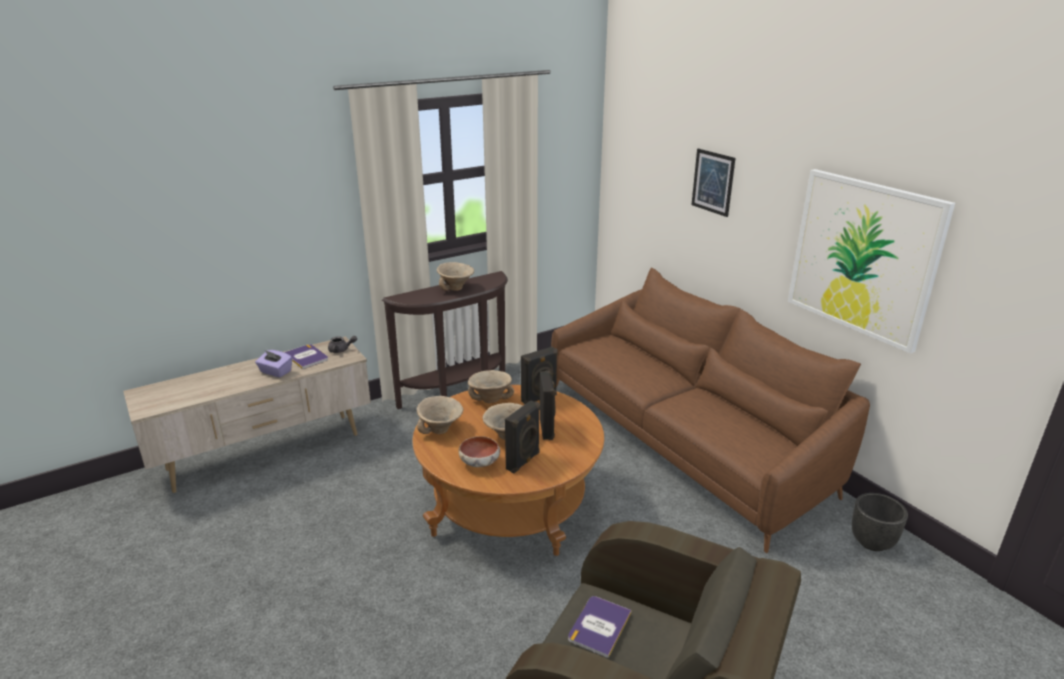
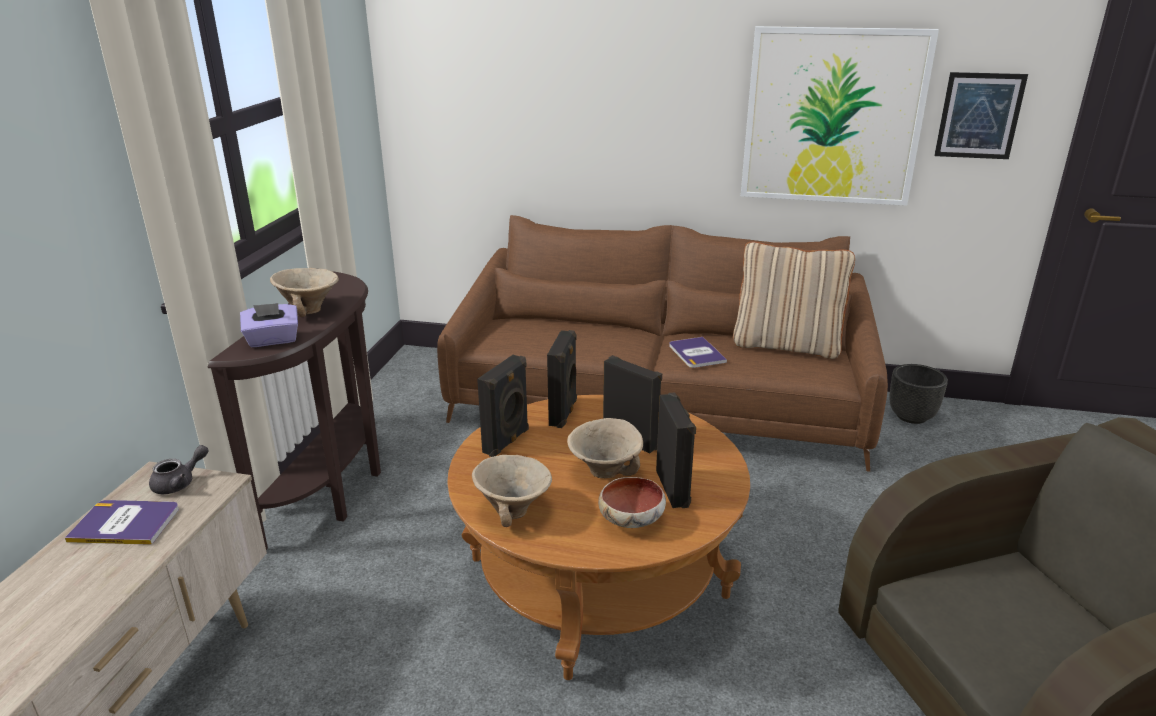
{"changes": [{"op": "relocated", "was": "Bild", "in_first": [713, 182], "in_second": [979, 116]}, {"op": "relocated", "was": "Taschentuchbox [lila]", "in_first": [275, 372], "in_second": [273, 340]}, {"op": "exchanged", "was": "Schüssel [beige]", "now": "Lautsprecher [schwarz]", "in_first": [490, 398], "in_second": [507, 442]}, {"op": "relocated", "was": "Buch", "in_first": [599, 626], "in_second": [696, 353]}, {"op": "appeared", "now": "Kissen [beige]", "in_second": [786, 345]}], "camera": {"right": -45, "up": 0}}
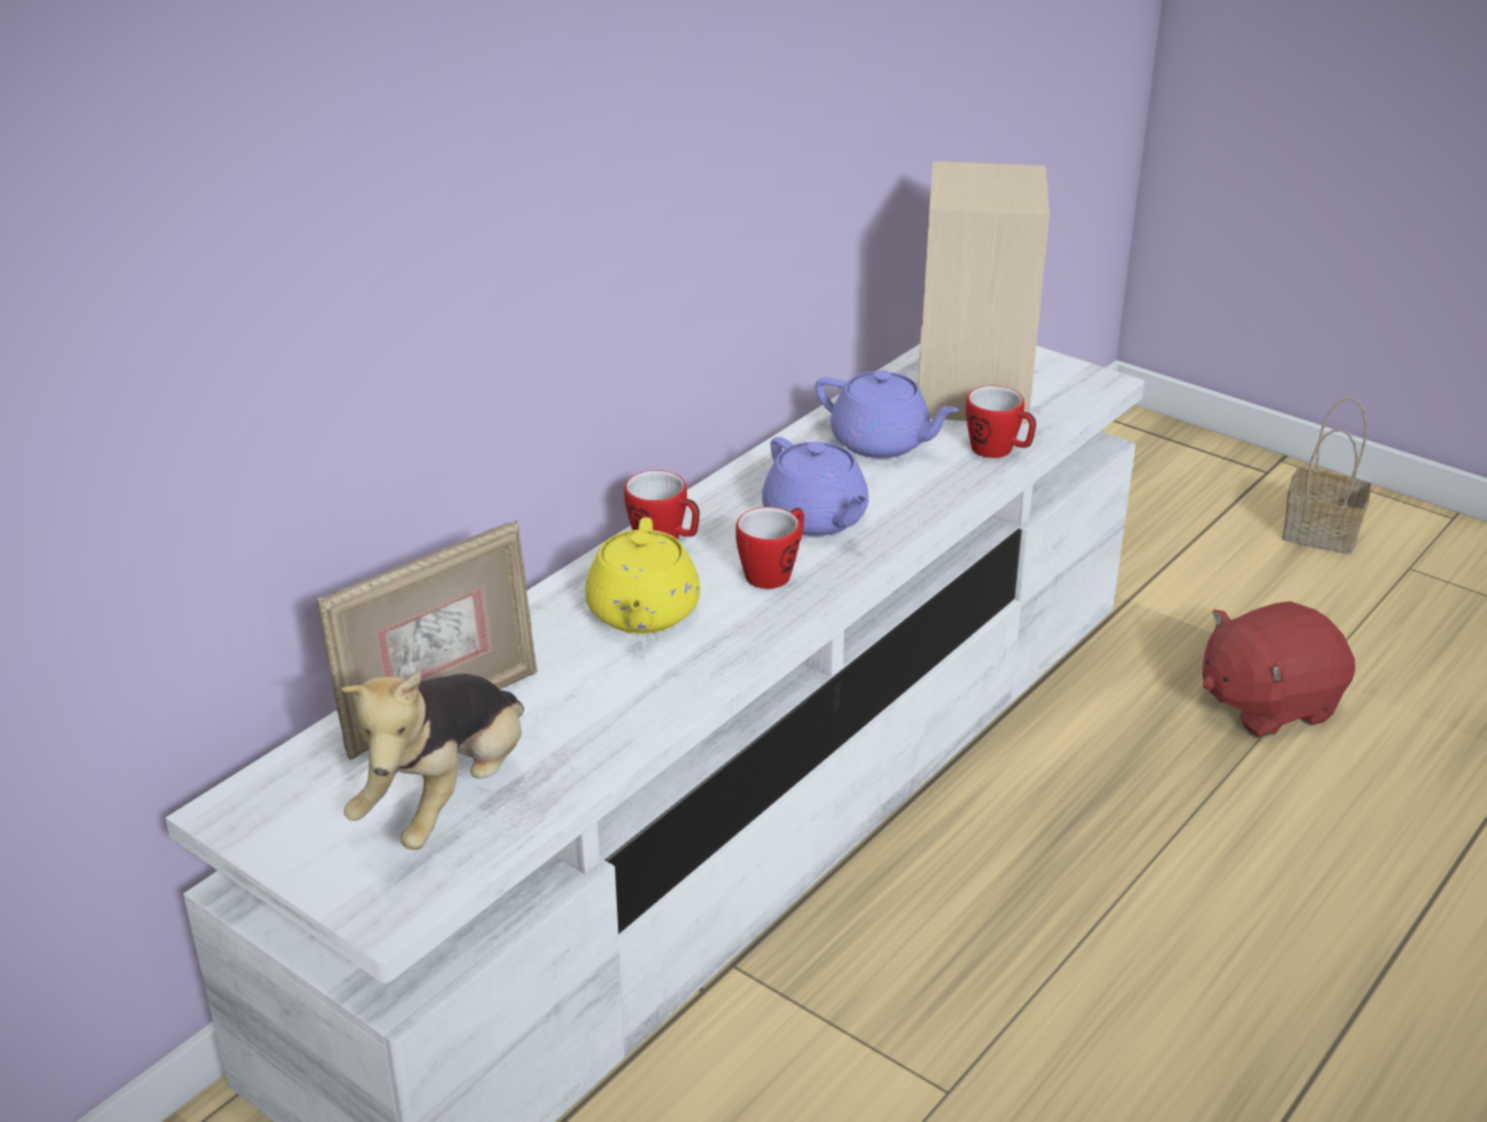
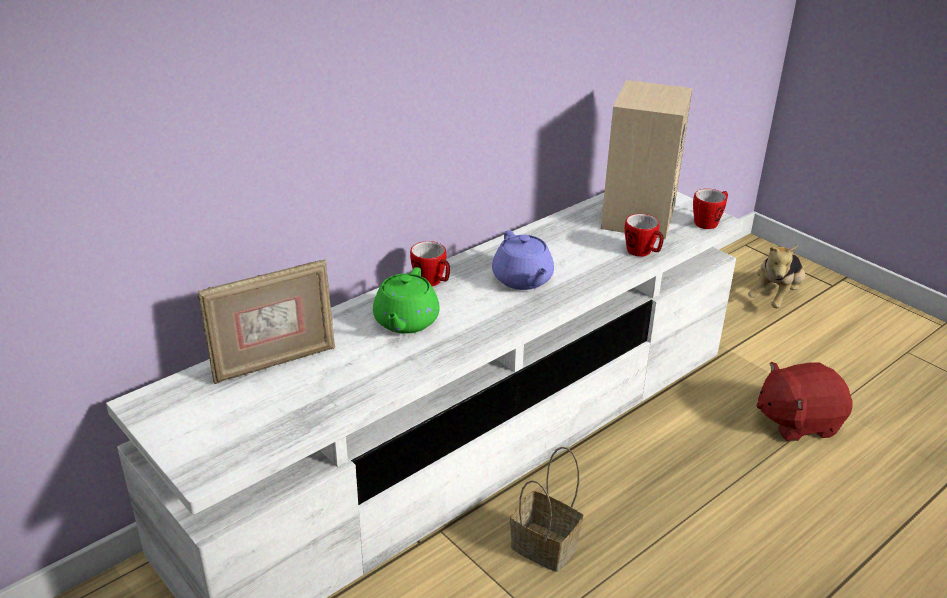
{"changes": [{"op": "missing", "was": "Teekanne [lila]", "in_first": [882, 443]}, {"op": "relocated", "was": "Korb", "in_first": [1323, 534], "in_second": [546, 546]}, {"op": "relocated", "was": "Henkelbecher", "in_first": [774, 572], "in_second": [709, 222]}, {"op": "colour", "was": "Teekanne [gelb]", "now": "Teekanne [grün]", "in_first": [643, 613], "in_second": [405, 322]}, {"op": "relocated", "was": "Plüschtier", "in_first": [447, 798], "in_second": [775, 297]}], "camera": {"right": 10, "up": 0}}
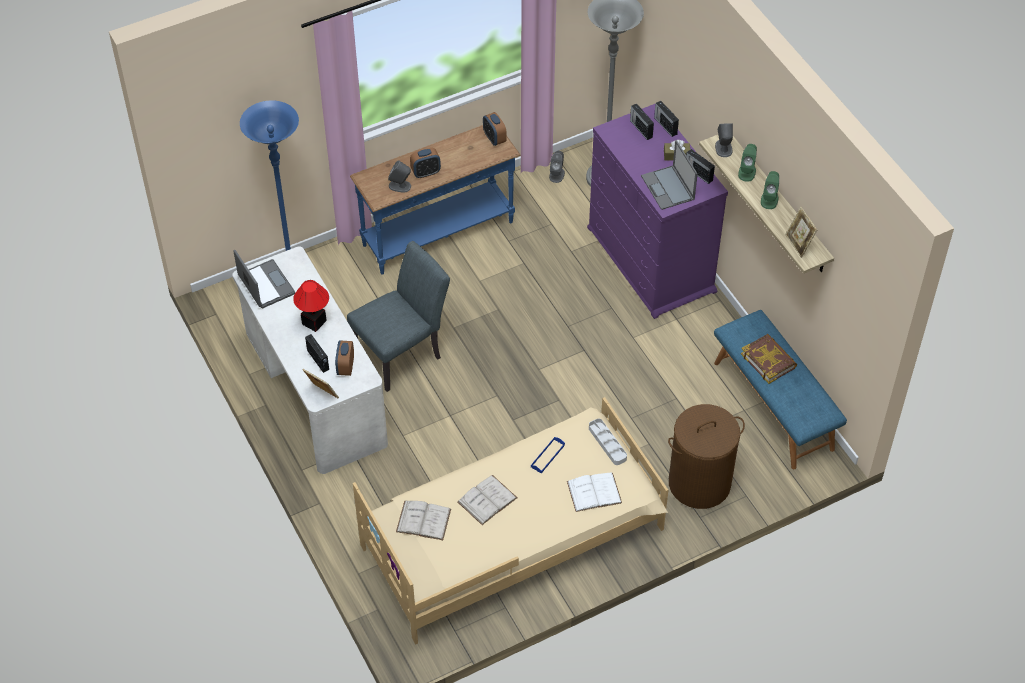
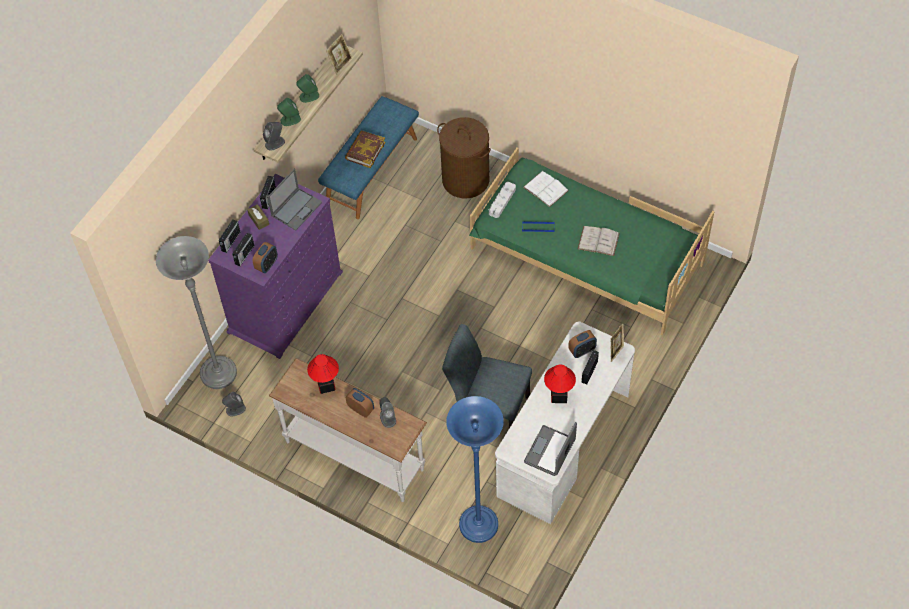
{"changes": [{"op": "relocated", "was": "Wecker", "in_first": [494, 138], "in_second": [267, 265]}, {"op": "colour", "was": "Konsolentisch [blau]", "now": "Konsolentisch [weiß]", "in_first": [439, 235], "in_second": [355, 454]}, {"op": "colour", "was": "Bett [beige]", "now": "Bett [grün]", "in_first": [513, 535], "in_second": [585, 256]}, {"op": "missing", "was": "Buch [weiß]", "in_first": [423, 520]}, {"op": "appeared", "now": "Tischlampe", "in_second": [326, 386]}], "camera": {"right": -120, "up": 5}}
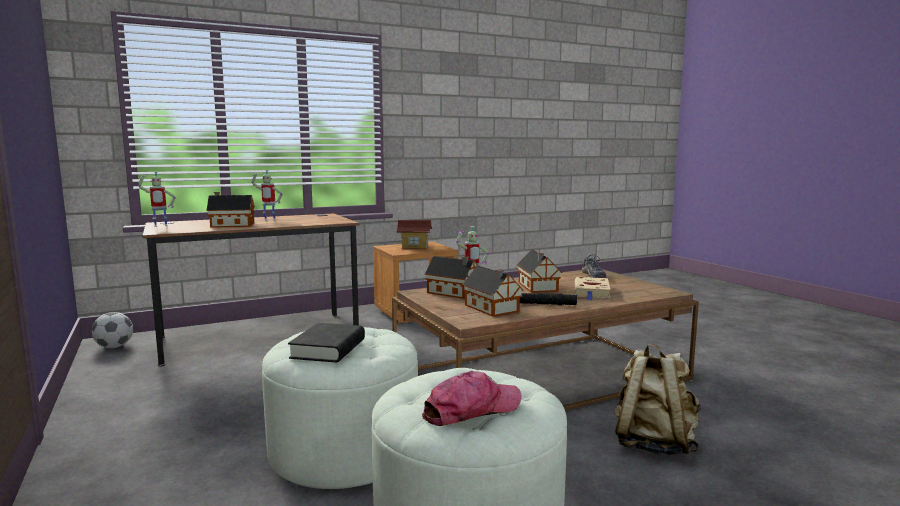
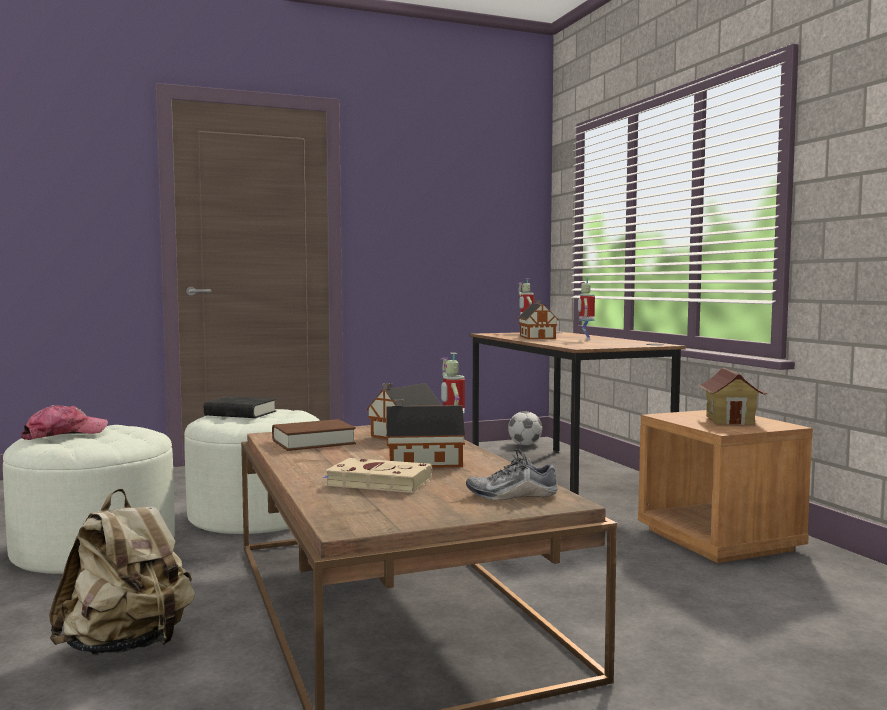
{"changes": [{"op": "exchanged", "was": "Spielzeughaus", "now": "Buch [braun]", "in_first": [492, 309], "in_second": [313, 442]}, {"op": "missing", "was": "Taschenlampe [schwarz]", "in_first": [546, 304]}, {"op": "spun", "was": "Kappe", "in_first": [471, 410], "in_second": [64, 434], "clockwise": -105}], "camera": {"right": 95, "up": -5}}
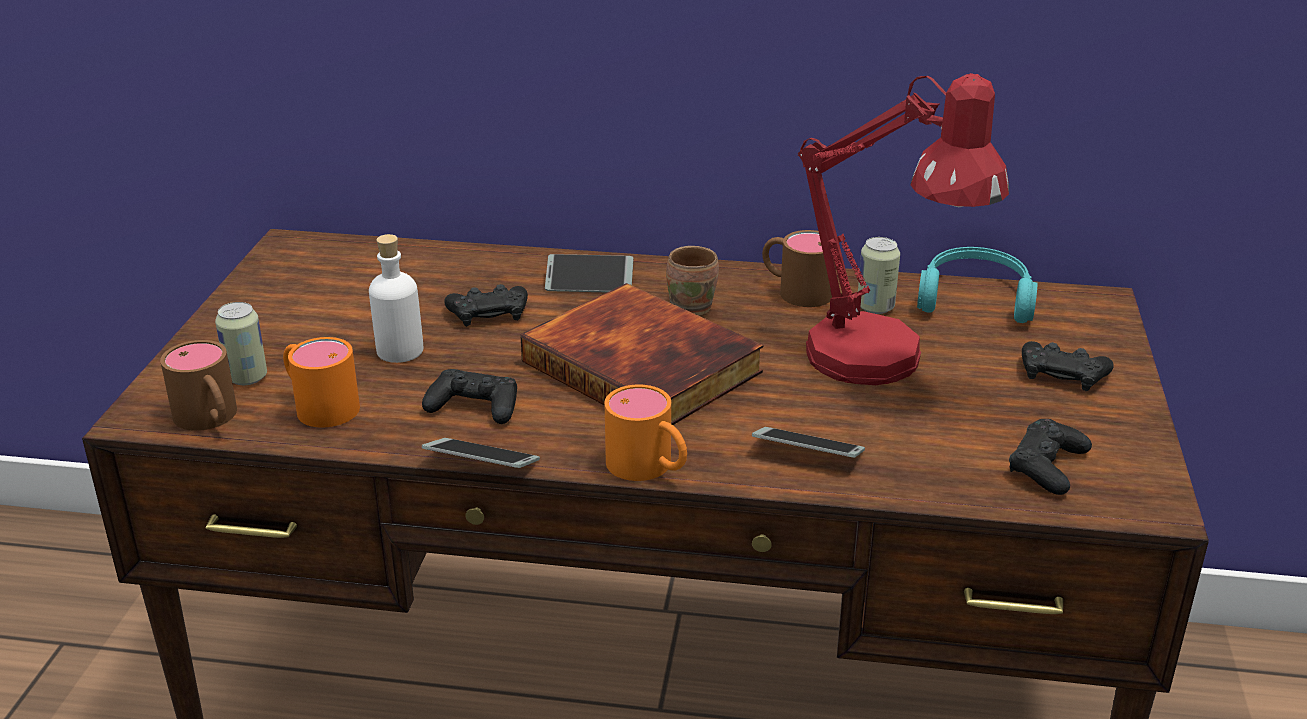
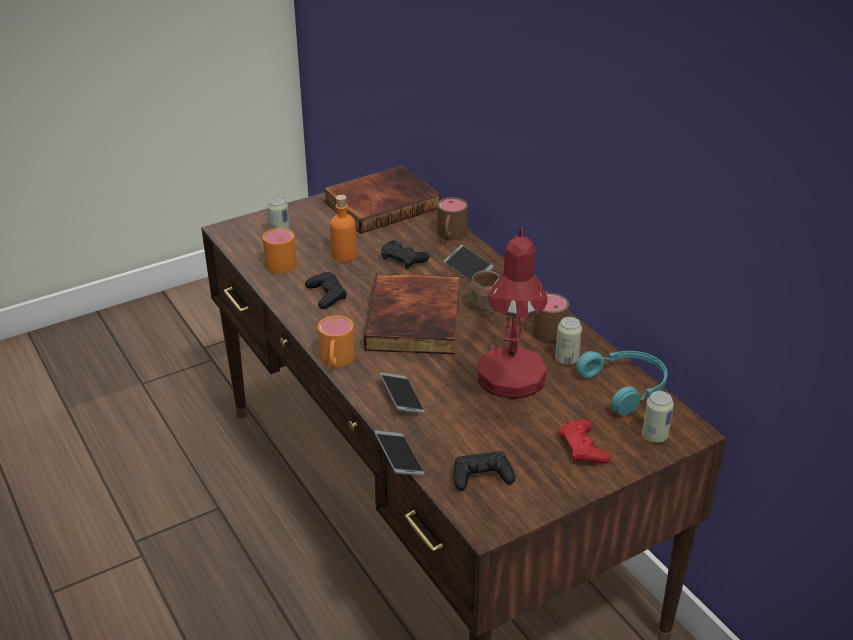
{"changes": [{"op": "colour", "was": "Flasche [weiß]", "now": "Flasche [orange]", "in_first": [399, 351], "in_second": [344, 255]}, {"op": "relocated", "was": "Henkelbecher [braun]", "in_first": [210, 420], "in_second": [450, 236]}, {"op": "colour", "was": "Gamepad [schwarz]", "now": "Gamepad [rot]", "in_first": [1062, 374], "in_second": [582, 448]}, {"op": "relocated", "was": "Handy", "in_first": [481, 463], "in_second": [399, 458]}, {"op": "appeared", "now": "Buch", "in_second": [381, 203]}, {"op": "appeared", "now": "Dose", "in_second": [654, 436]}], "camera": {"right": 50, "up": 5}}
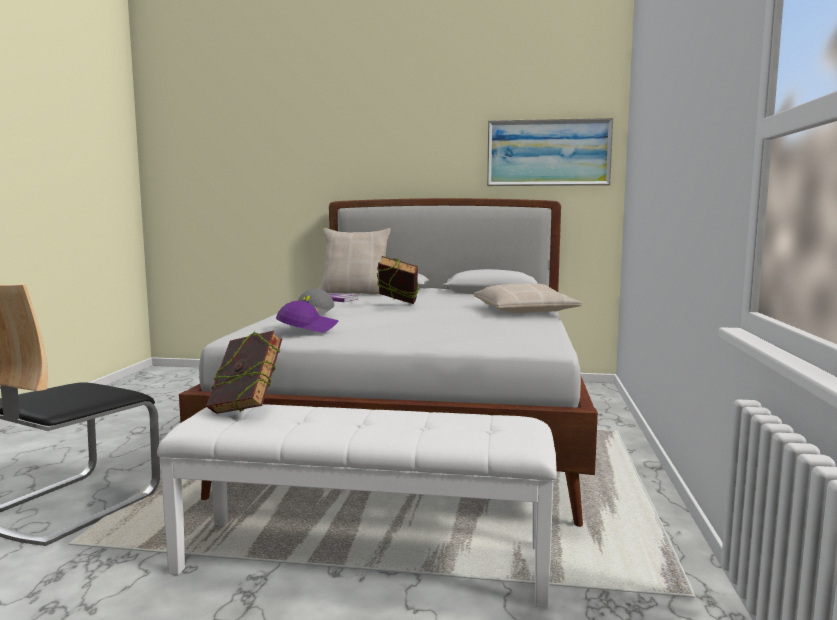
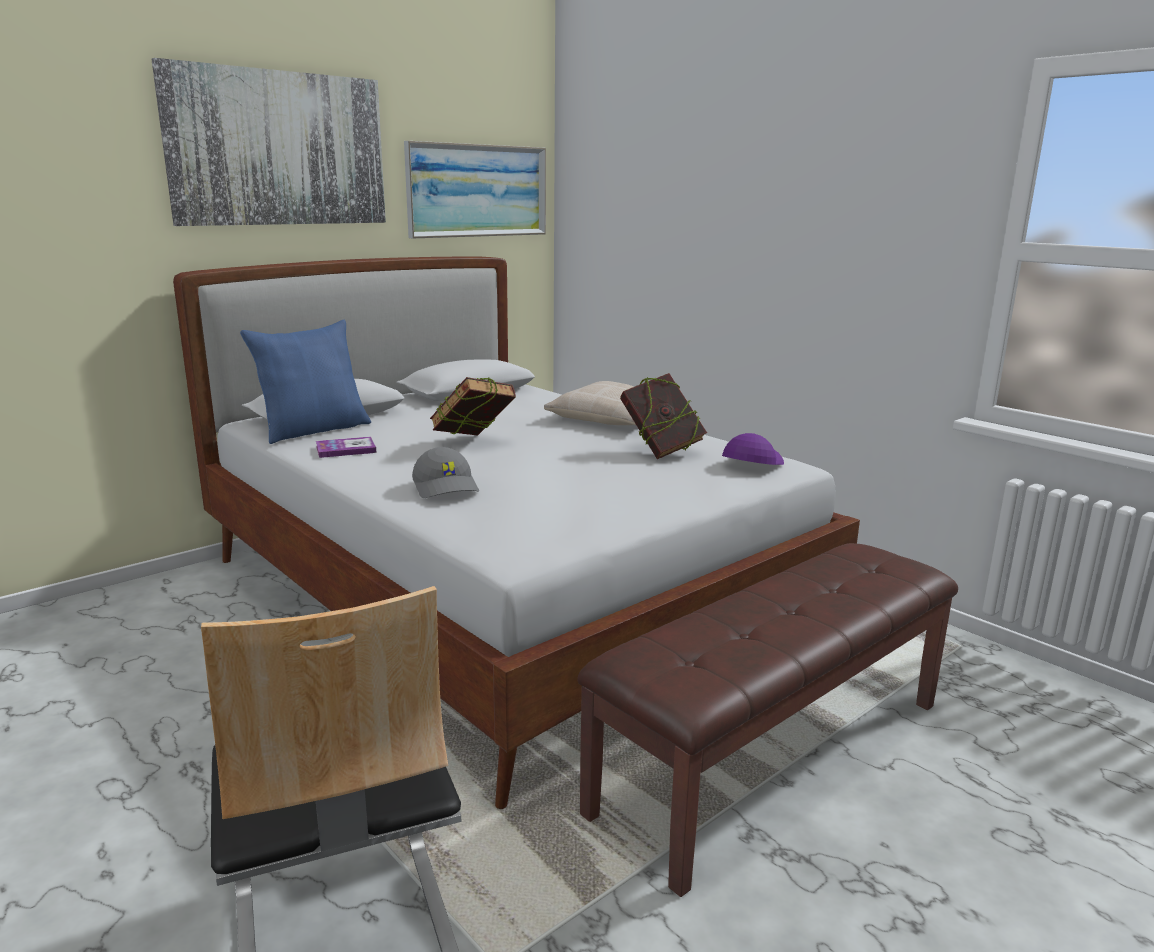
{"changes": [{"op": "colour", "was": "Kissen [beige]", "now": "Kissen [blau]", "in_first": [355, 293], "in_second": [314, 430]}, {"op": "relocated", "was": "Kappe [lila]", "in_first": [308, 328], "in_second": [751, 463]}, {"op": "relocated", "was": "Buch", "in_first": [247, 409], "in_second": [661, 451]}, {"op": "colour", "was": "Bank [weiß]", "now": "Bank [braun]", "in_first": [364, 558], "in_second": [772, 754]}, {"op": "appeared", "now": "Bild", "in_second": [279, 149]}], "camera": {"right": -50, "up": 10}}
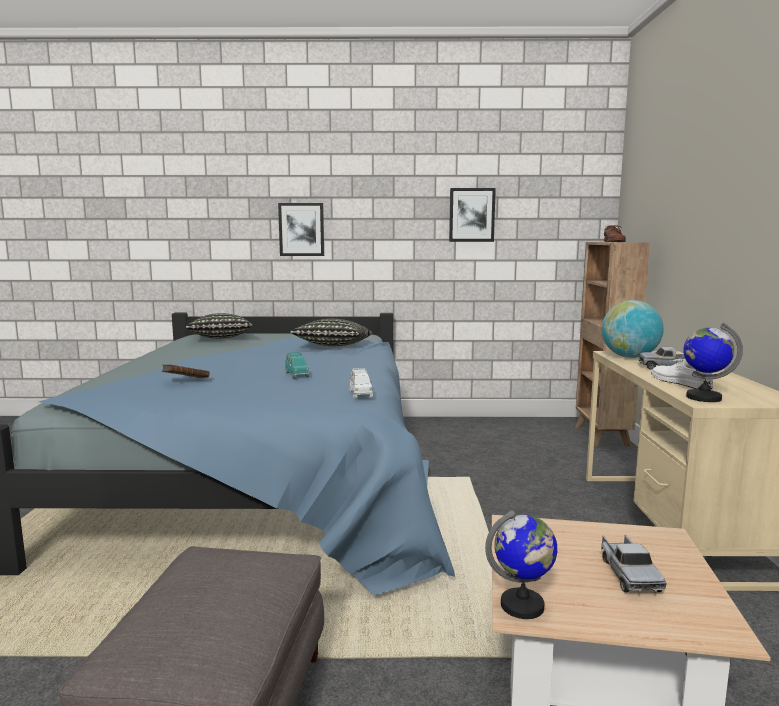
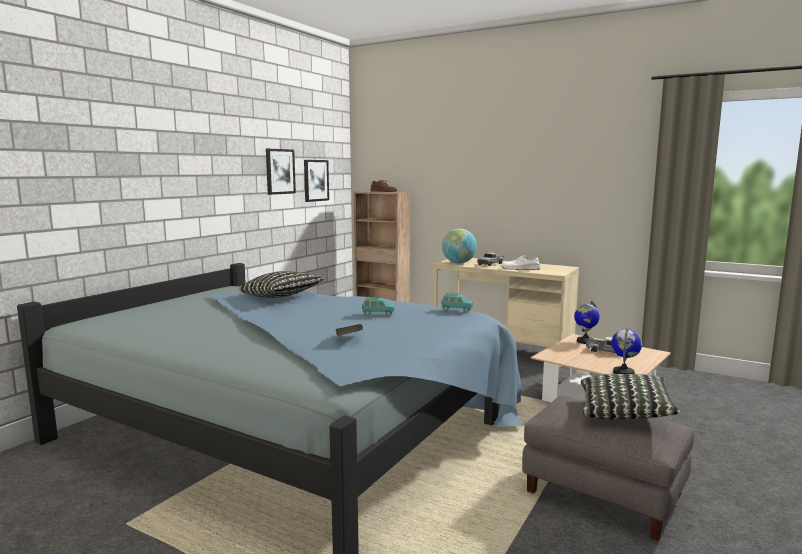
{"changes": [{"op": "relocated", "was": "Bild", "in_first": [301, 229], "in_second": [315, 180]}, {"op": "relocated", "was": "Kissen", "in_first": [221, 339], "in_second": [624, 413]}, {"op": "relocated", "was": "Globus", "in_first": [703, 397], "in_second": [585, 341]}, {"op": "colour", "was": "Spielzeugauto [weiß]", "now": "Spielzeugauto [türkis]", "in_first": [360, 394], "in_second": [456, 310]}], "camera": {"right": -60, "up": 0}}
